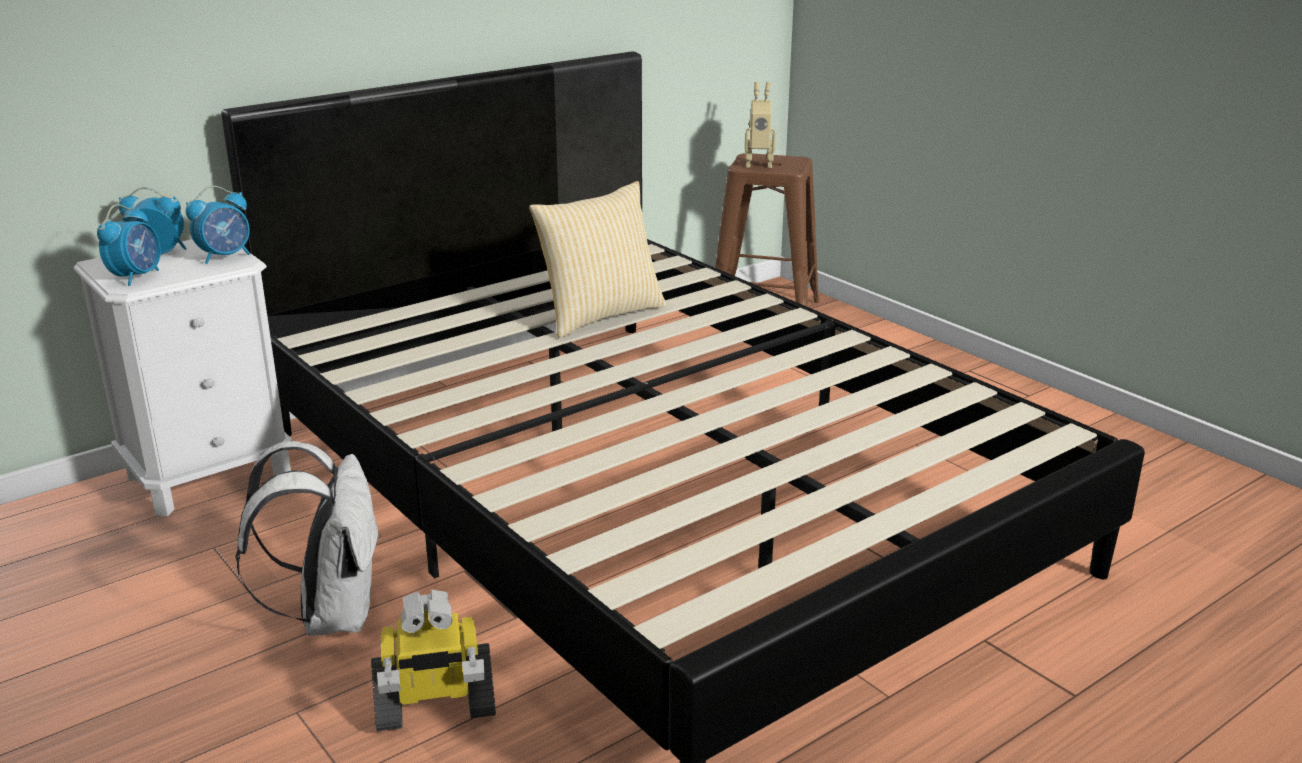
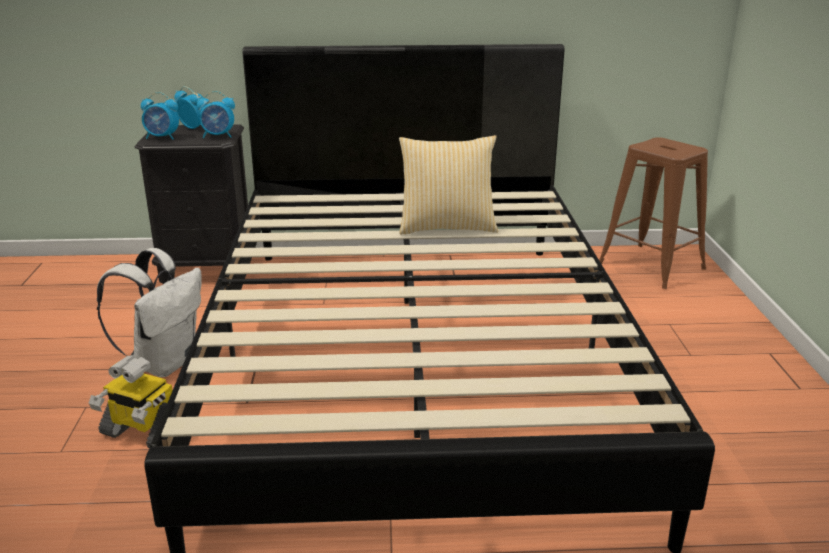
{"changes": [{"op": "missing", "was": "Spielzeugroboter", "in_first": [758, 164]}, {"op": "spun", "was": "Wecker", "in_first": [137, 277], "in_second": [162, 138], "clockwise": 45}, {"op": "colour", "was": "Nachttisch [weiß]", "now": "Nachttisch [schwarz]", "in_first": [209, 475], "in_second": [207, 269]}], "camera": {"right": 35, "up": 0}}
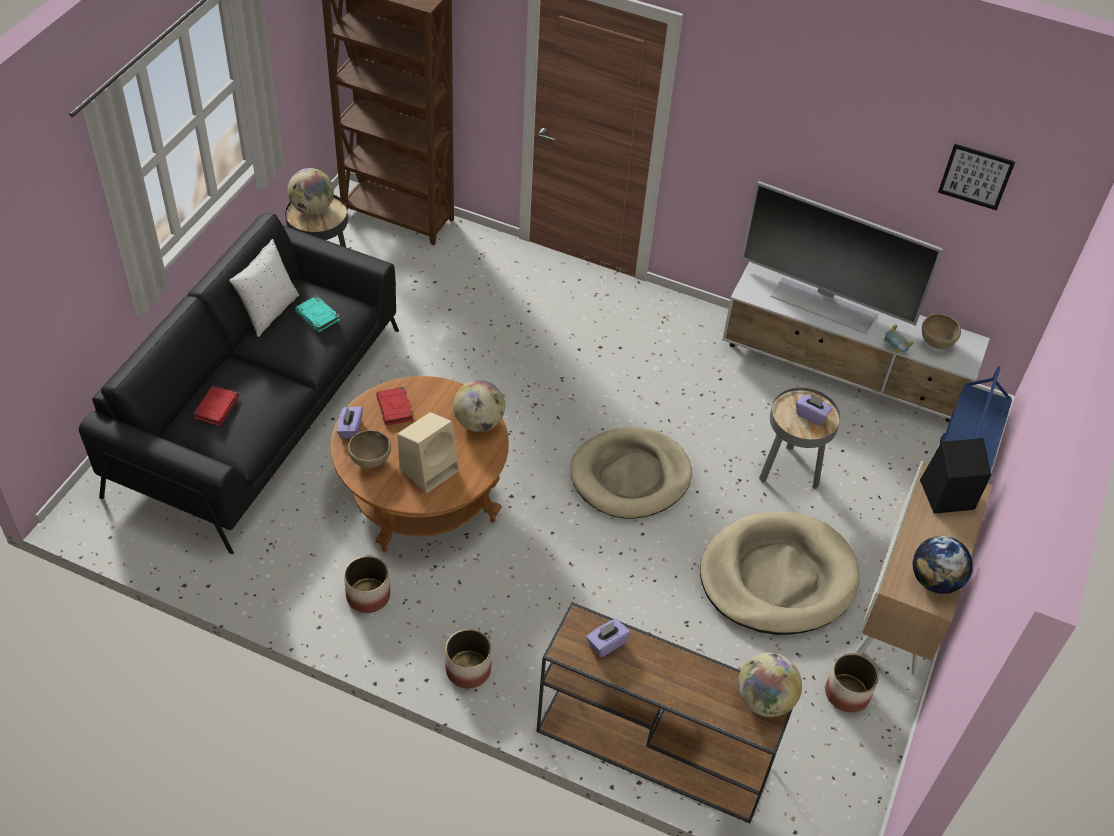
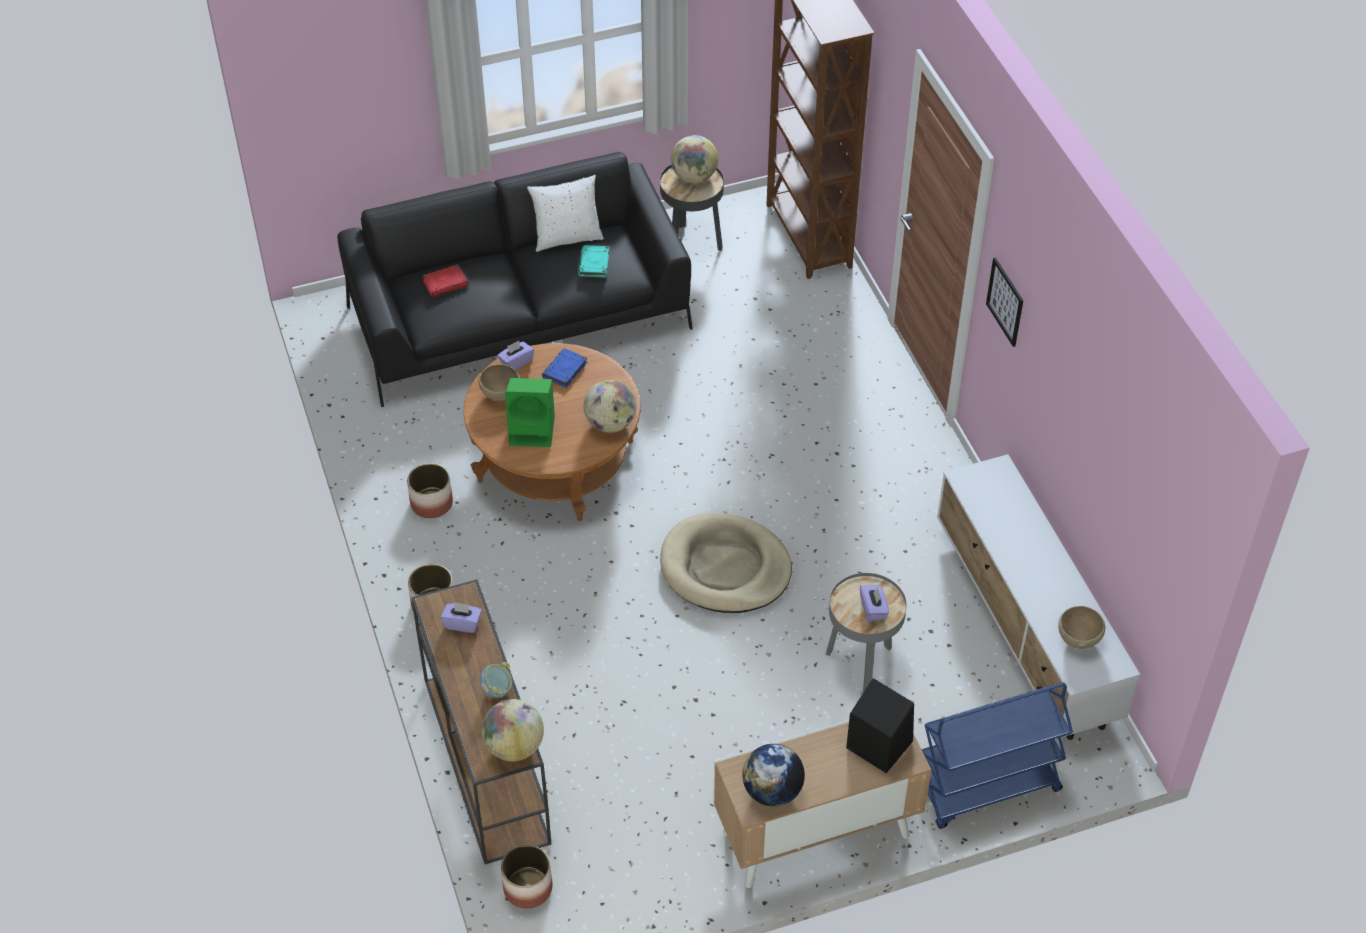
{"changes": [{"op": "relocated", "was": "Bild", "in_first": [976, 176], "in_second": [1005, 301]}, {"op": "missing", "was": "Fernseher", "in_first": [824, 304]}, {"op": "relocated", "was": "Schüssel", "in_first": [894, 349], "in_second": [497, 690]}, {"op": "colour", "was": "Buch [rot]", "now": "Buch [blau]", "in_first": [395, 409], "in_second": [564, 370]}, {"op": "colour", "was": "Lautsprecher [beige]", "now": "Lautsprecher [grün]", "in_first": [430, 469], "in_second": [533, 430]}, {"op": "missing", "was": "Hundebett [beige]", "in_first": [777, 577]}, {"op": "relocated", "was": "Pflanzkübel", "in_first": [847, 693], "in_second": [528, 887]}], "camera": {"right": 50, "up": 0}}
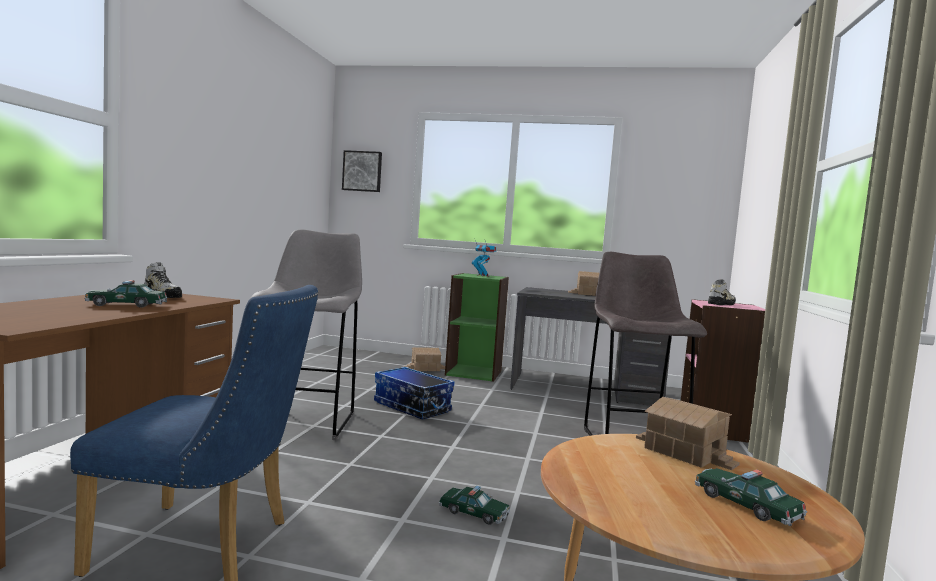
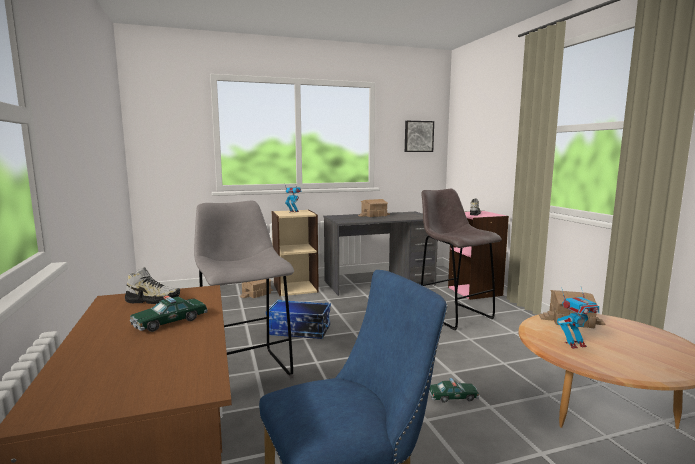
{"changes": [{"op": "relocated", "was": "Bild", "in_first": [362, 171], "in_second": [418, 136]}, {"op": "colour", "was": "Bücherregal [grün]", "now": "Bücherregal [beige]", "in_first": [474, 372], "in_second": [295, 288]}, {"op": "missing", "was": "Spielzeugauto", "in_first": [746, 505]}, {"op": "appeared", "now": "Spielzeugroboter", "in_second": [574, 344]}], "camera": {"right": -30, "up": 5}}
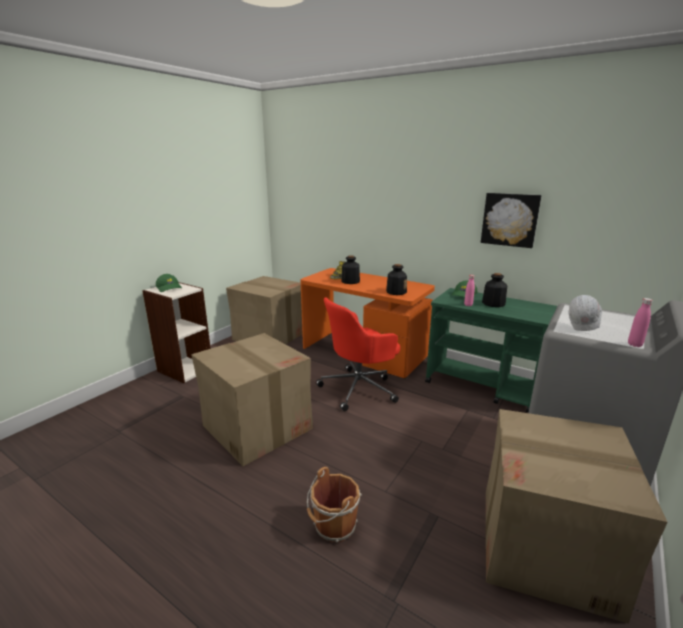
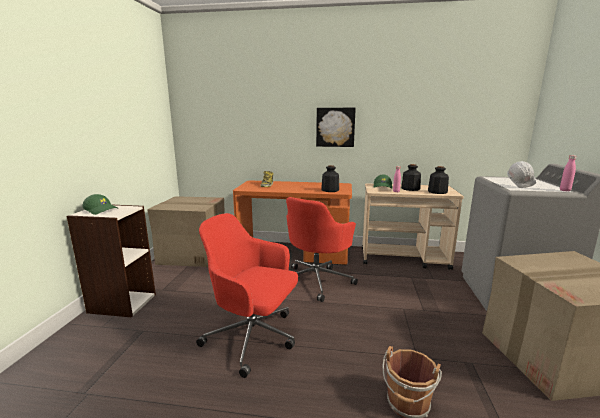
{"changes": [{"op": "relocated", "was": "Bild", "in_first": [510, 219], "in_second": [335, 127]}, {"op": "relocated", "was": "Flasche", "in_first": [350, 281], "in_second": [437, 192]}, {"op": "colour", "was": "Rollwagen [grün]", "now": "Rollwagen [beige]", "in_first": [482, 386], "in_second": [404, 258]}, {"op": "exchanged", "was": "Karton", "now": "Bürostuhl [rot]", "in_first": [257, 426], "in_second": [253, 337]}], "camera": {"right": -25, "up": -5}}
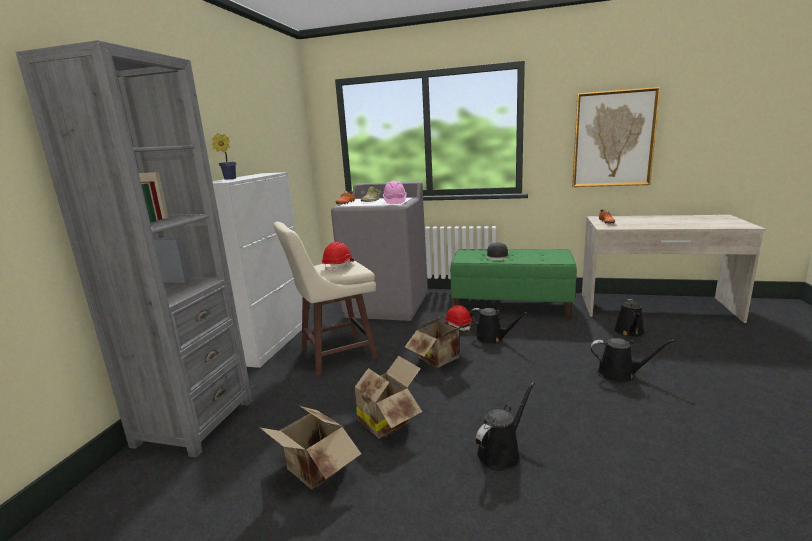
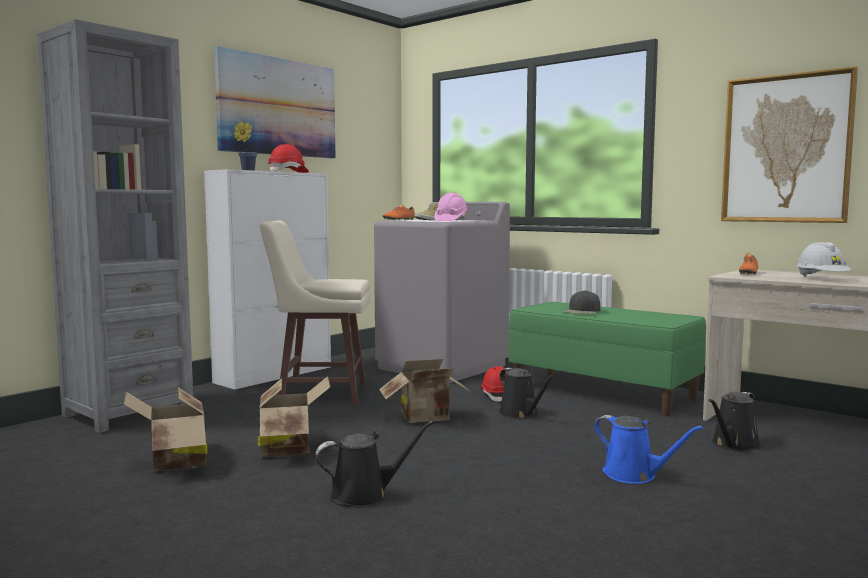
{"changes": [{"op": "relocated", "was": "Schutzhelm [rot]", "in_first": [339, 266], "in_second": [288, 172]}, {"op": "colour", "was": "Gießkanne [schwarz]", "now": "Gießkanne [blau]", "in_first": [619, 374], "in_second": [634, 475]}, {"op": "appeared", "now": "Bild", "in_second": [277, 107]}, {"op": "appeared", "now": "Schutzhelm [weiß]", "in_second": [821, 279]}], "camera": {"right": 25, "up": -10}}
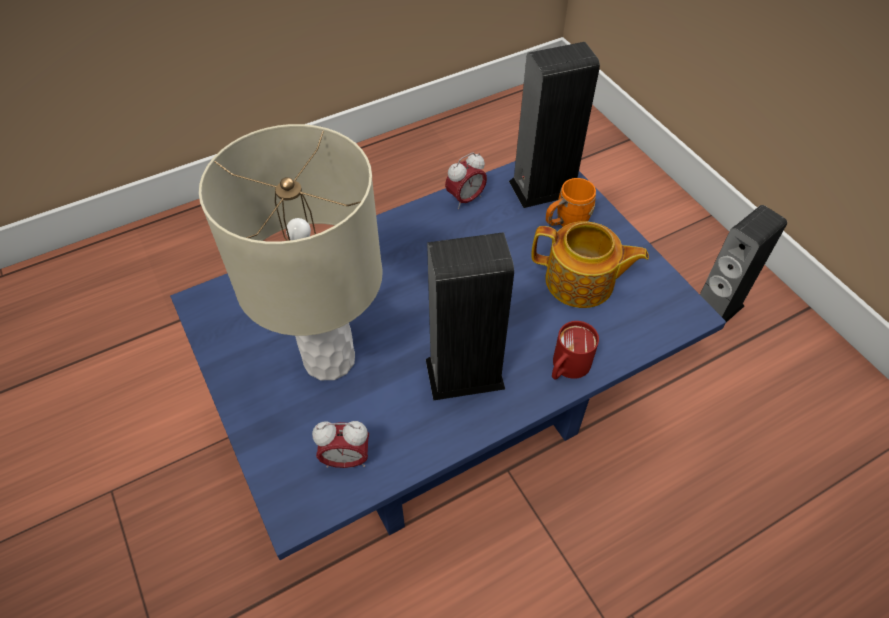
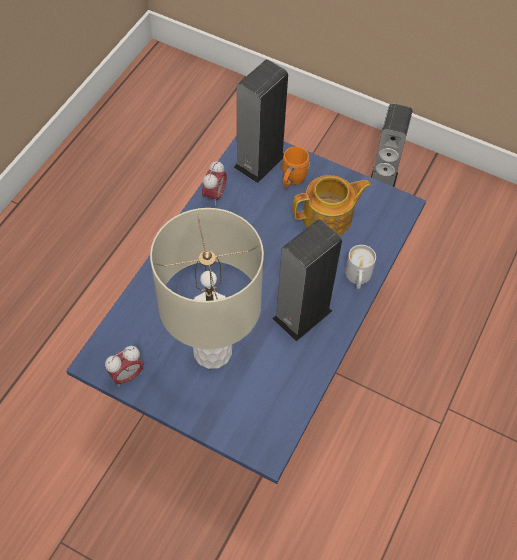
{"changes": [{"op": "colour", "was": "Henkelbecher [rot]", "now": "Henkelbecher [weiß]", "in_first": [566, 368], "in_second": [358, 278]}, {"op": "relocated", "was": "Wecker", "in_first": [346, 459], "in_second": [127, 375]}], "camera": {"right": -35, "up": 5}}
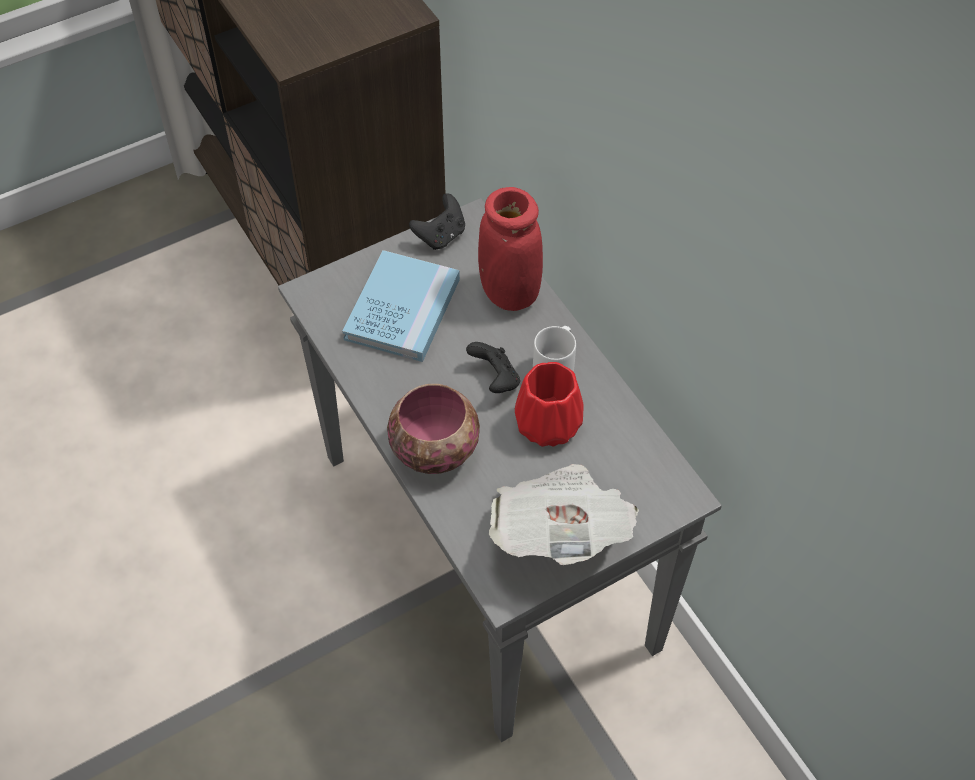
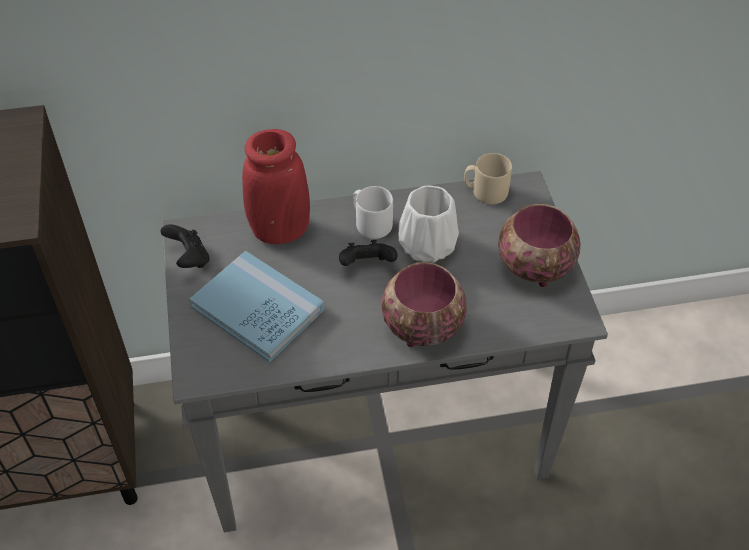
{"changes": [{"op": "colour", "was": "Vase [rot]", "now": "Vase [weiß]", "in_first": [547, 422], "in_second": [425, 245]}, {"op": "exchanged", "was": "Zeitung", "now": "Schüssel", "in_first": [560, 531], "in_second": [532, 267]}, {"op": "appeared", "now": "Henkelbecher [beige]", "in_second": [485, 192]}], "camera": {"right": -70, "up": -5}}
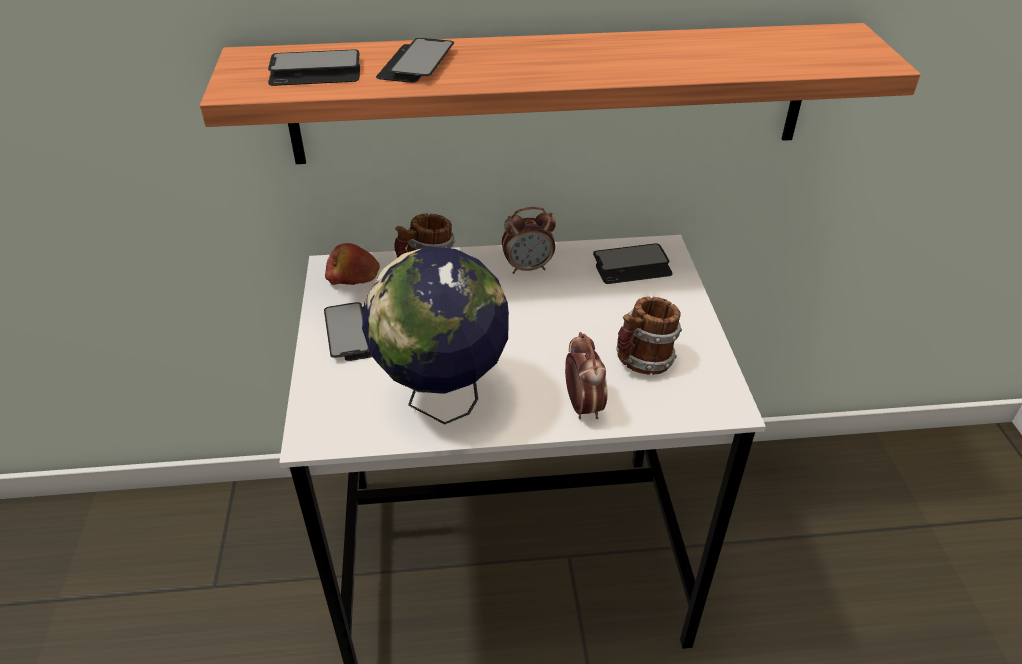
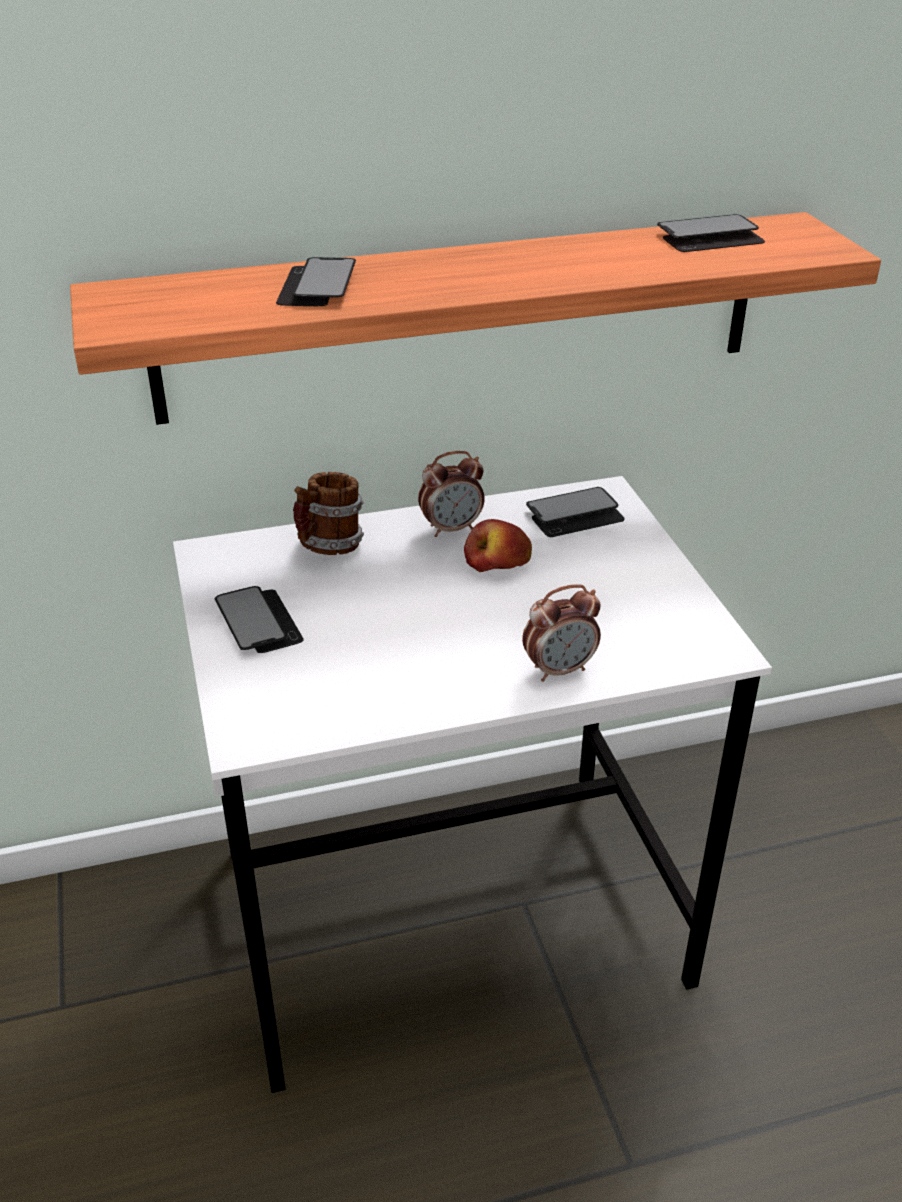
{"changes": [{"op": "relocated", "was": "Handy", "in_first": [315, 71], "in_second": [710, 237]}, {"op": "relocated", "was": "Apfel", "in_first": [353, 278], "in_second": [497, 563]}, {"op": "missing", "was": "Globus", "in_first": [442, 400]}, {"op": "missing", "was": "Henkelbecher", "in_first": [642, 363]}, {"op": "spun", "was": "Wecker", "in_first": [583, 406], "in_second": [559, 670], "clockwise": 90}], "camera": {"right": -10, "up": -5}}
